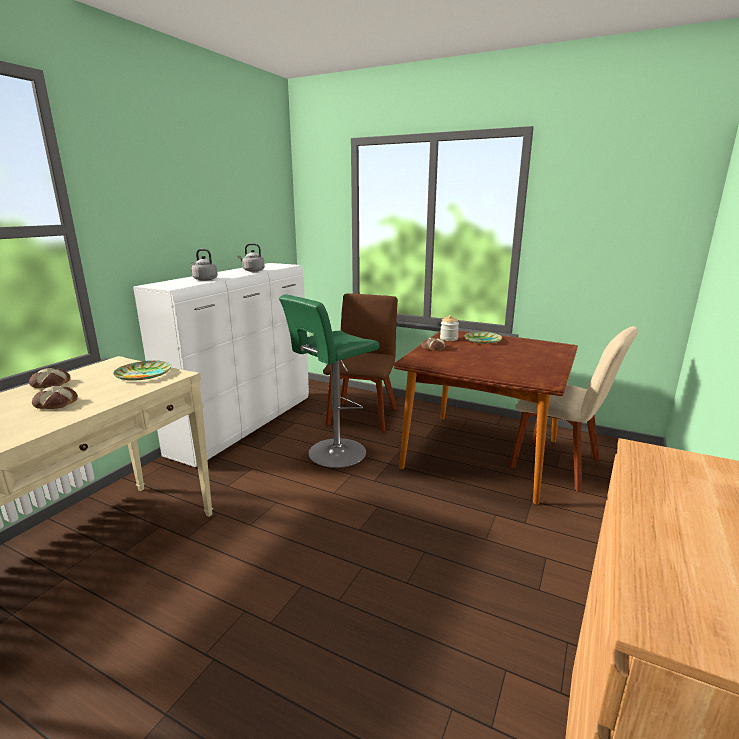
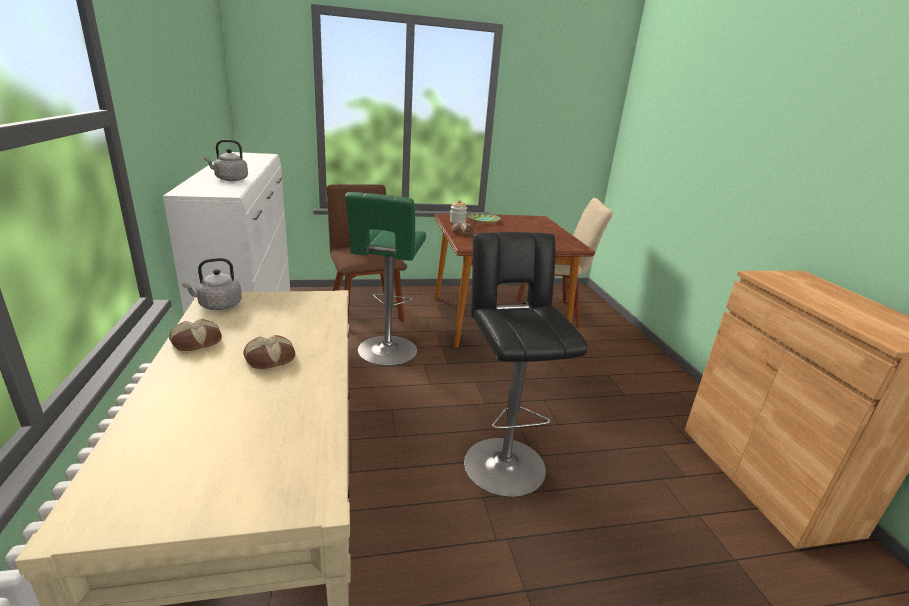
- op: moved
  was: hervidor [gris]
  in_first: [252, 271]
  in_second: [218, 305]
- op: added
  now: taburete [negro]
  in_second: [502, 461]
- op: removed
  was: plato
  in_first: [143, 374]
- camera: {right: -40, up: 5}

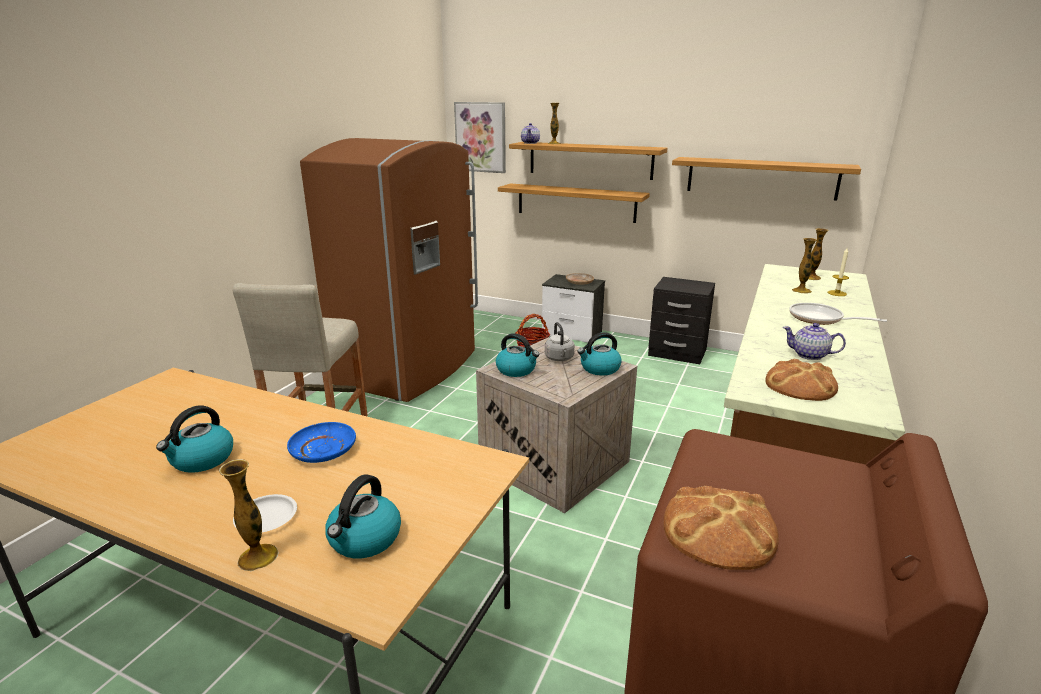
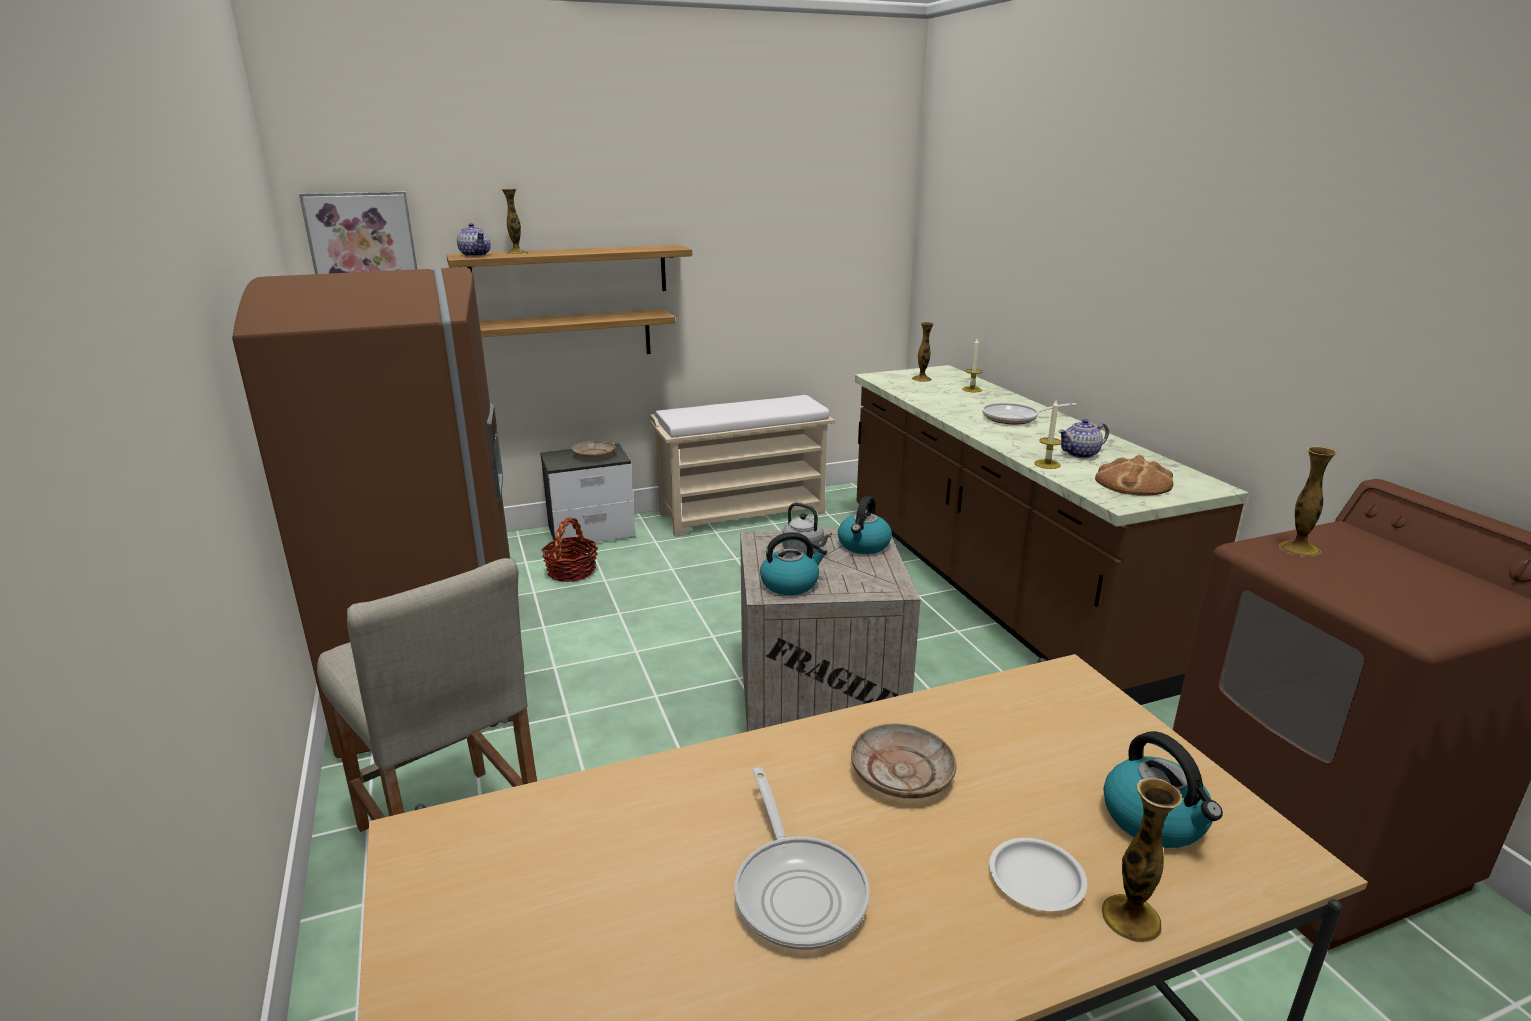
- op: replaced
  was: mesita de noche [negro]
  now: banco [beis]
  in_first: [677, 352]
  in_second: [743, 513]
- op: replaced
  was: hervidor
  now: sartén
  in_first: [202, 460]
  in_second: [798, 890]
- op: recoloured
  was: plato [azul]
  now: plato [beis]
  in_first: [323, 450]
  in_second: [902, 772]
- op: added
  now: vela
  in_second: [1047, 464]
- op: moved
  was: florero
  in_first: [801, 291]
  in_second: [1299, 549]
- op: removed
  was: pan
  in_first: [719, 531]
- op: removed
  was: estante
  in_first: [761, 178]
- camera: {right: -45, up: 0}

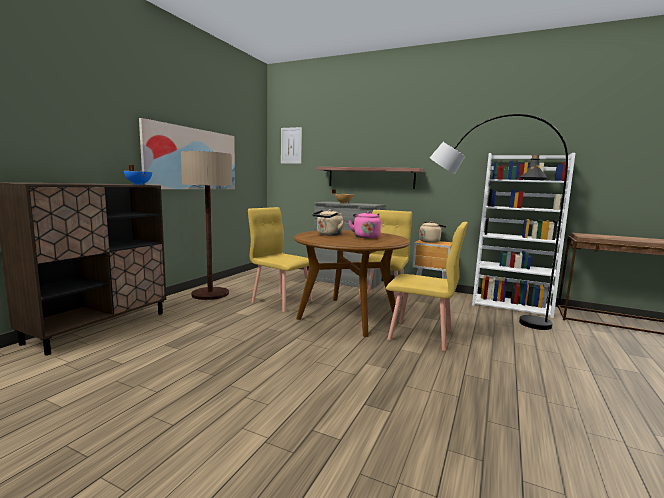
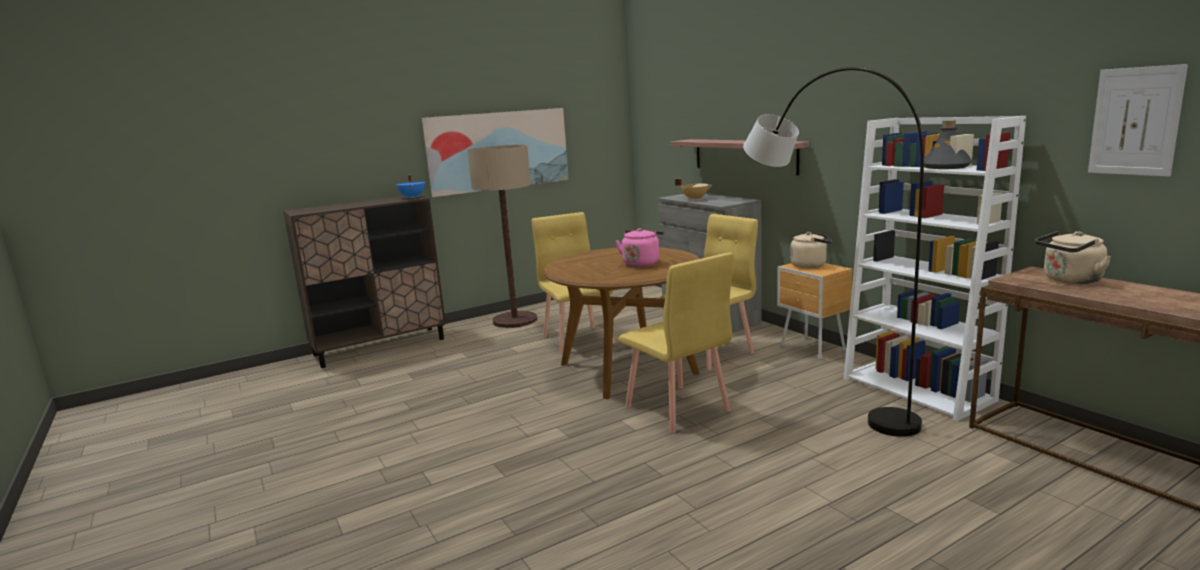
- op: moved
  was: hervidor [beis]
  in_first: [328, 234]
  in_second: [1069, 280]
- op: moved
  was: cuadro
  in_first: [291, 145]
  in_second: [1135, 121]
- camera: {right: 35, up: 5}

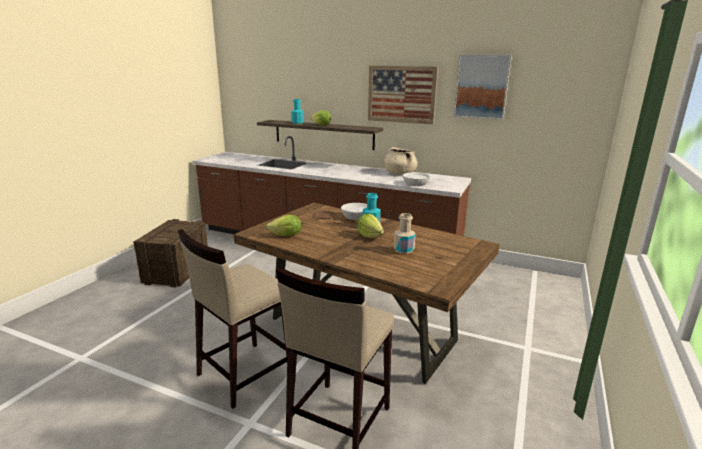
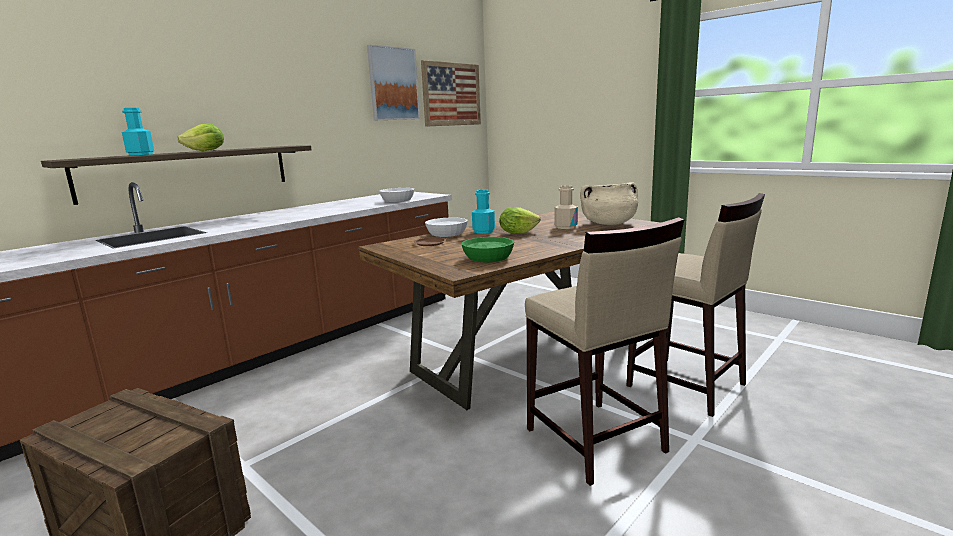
- op: moved
  was: cuadro
  in_first: [401, 94]
  in_second: [451, 94]
- op: replaced
  was: lechuga
  now: cuenco [verde]
  in_first: [286, 236]
  in_second: [489, 258]
- op: moved
  was: olla [beis]
  in_first: [399, 174]
  in_second: [608, 224]
- camera: {right: -70, up: -5}

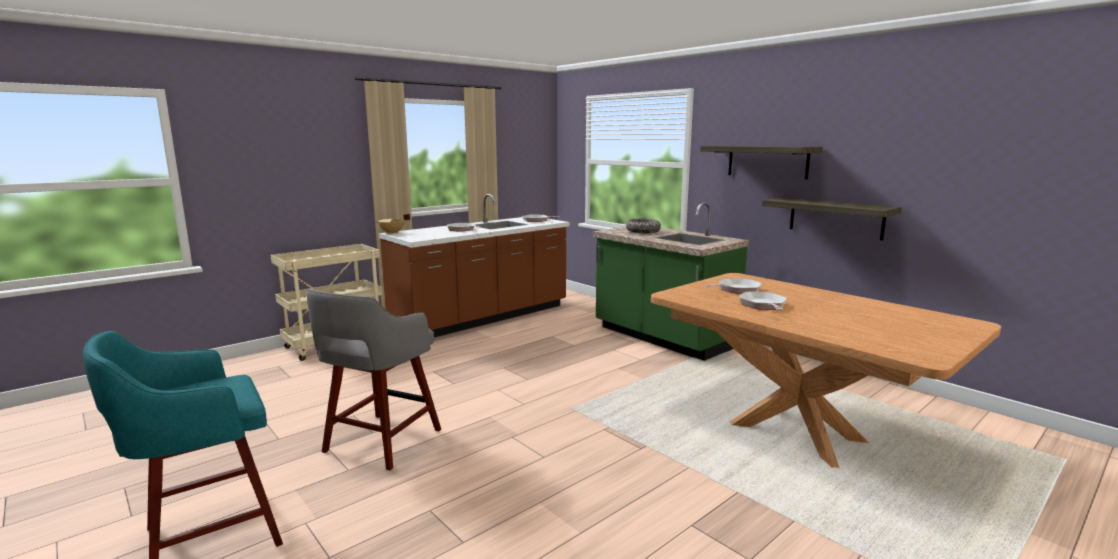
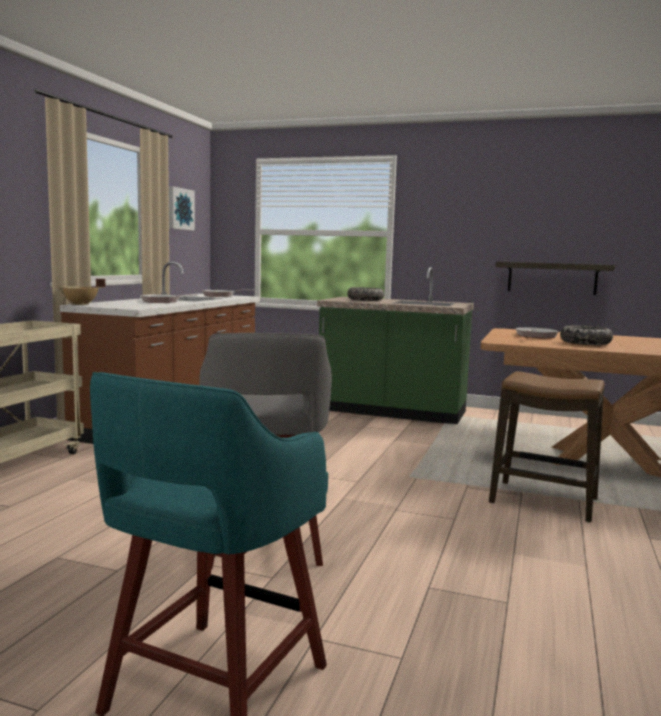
- op: added
  now: cuadro
  in_second: [179, 209]
- op: added
  now: taburete
  in_second: [543, 501]
- op: replaced
  was: sartén
  now: cuenco
  in_first: [763, 305]
  in_second: [585, 343]
- op: removed
  was: estante
  in_first: [767, 161]
- camera: {right: -30, up: -5}

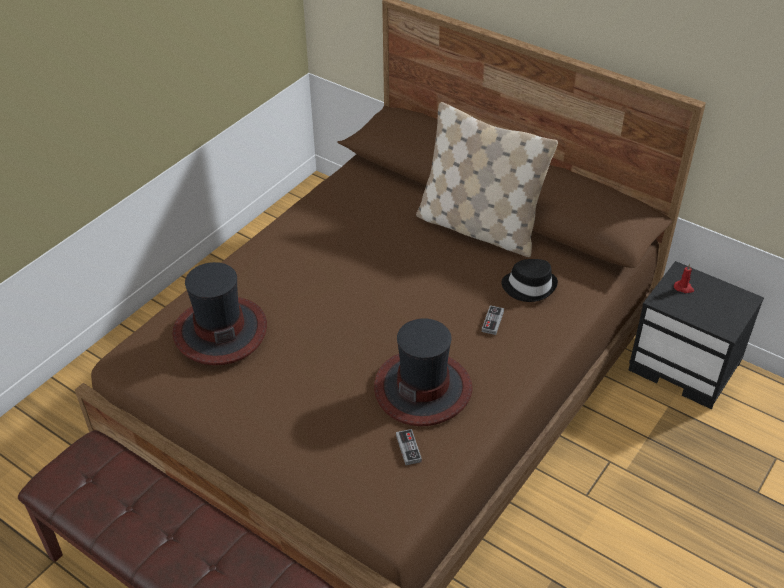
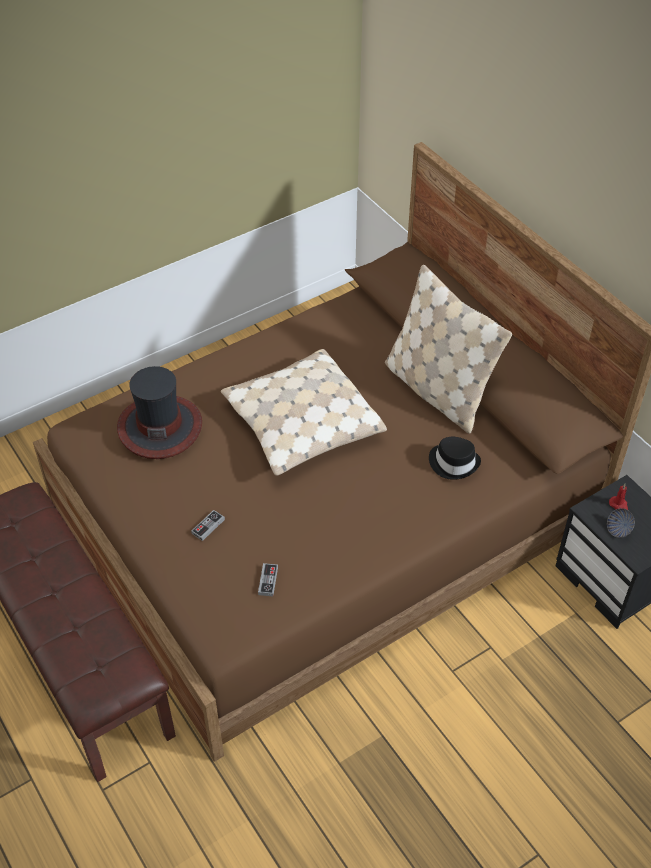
- op: moved
  was: mando de consola
  in_first: [492, 321]
  in_second: [208, 526]
- op: added
  now: cojín [beis]
  in_second: [302, 424]
- op: added
  now: cuenco
  in_second: [618, 529]
- op: removed
  was: sombrero
  in_first: [423, 388]
- camera: {right: 20, up: 5}

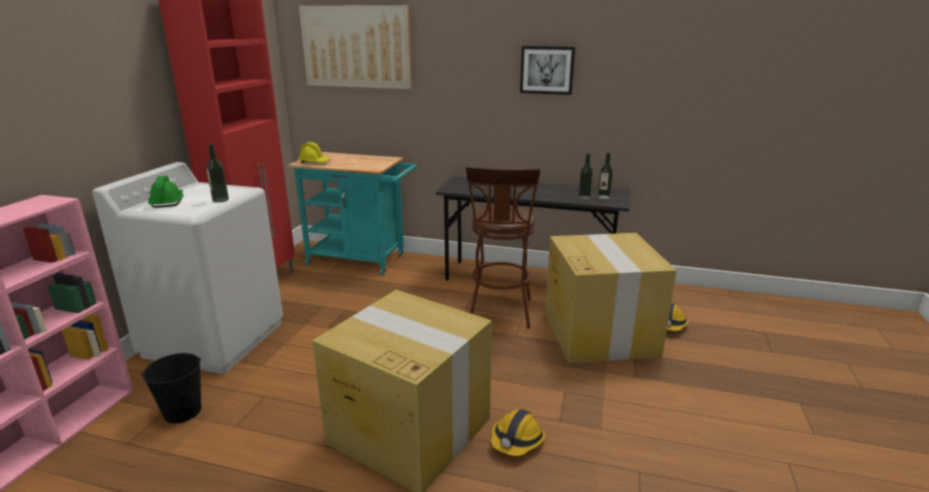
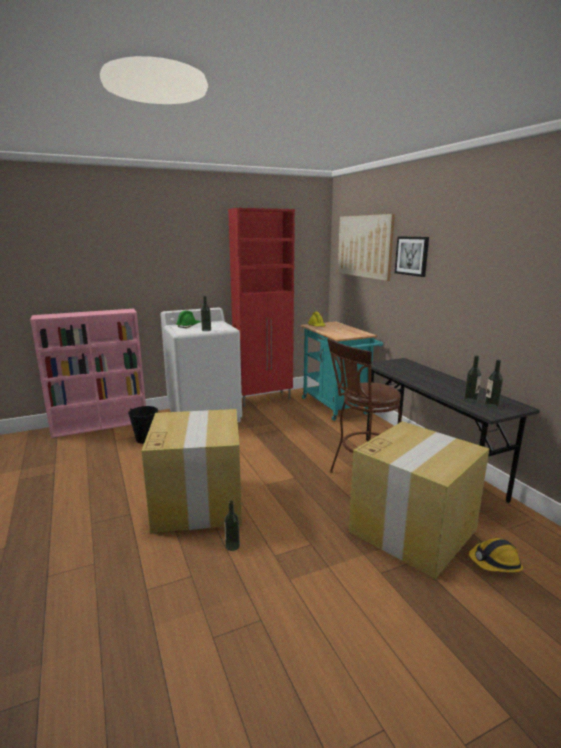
- op: replaced
  was: casco
  now: botella
  in_first: [517, 440]
  in_second: [232, 546]
- op: moved
  was: cuadro
  in_first: [547, 70]
  in_second: [412, 256]
- camera: {right: 50, up: -5}

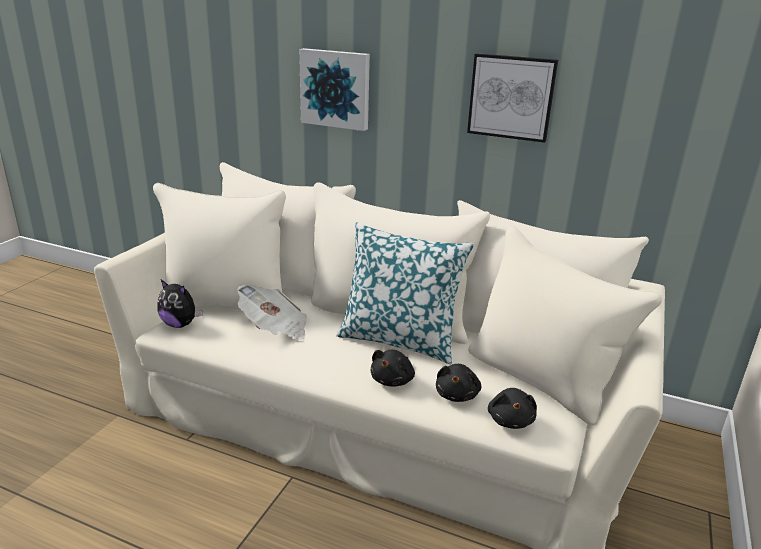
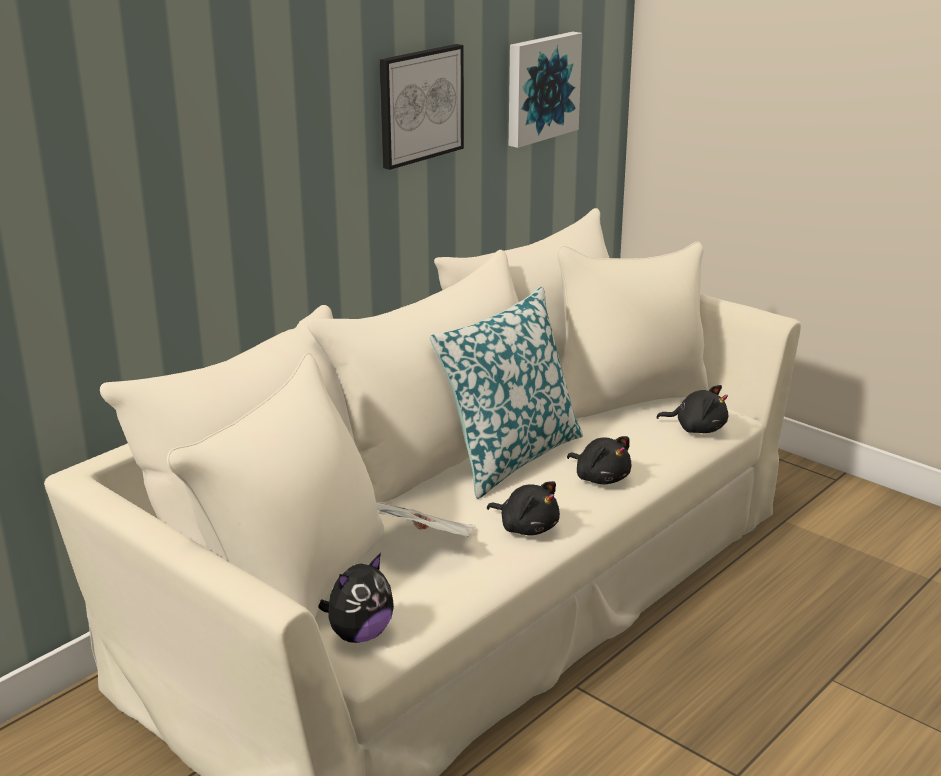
- op: moved
  was: peluche [negro]
  in_first: [457, 394]
  in_second: [526, 527]
- op: moved
  was: cuadro
  in_first: [336, 89]
  in_second: [540, 88]
- camera: {right: -70, up: 0}

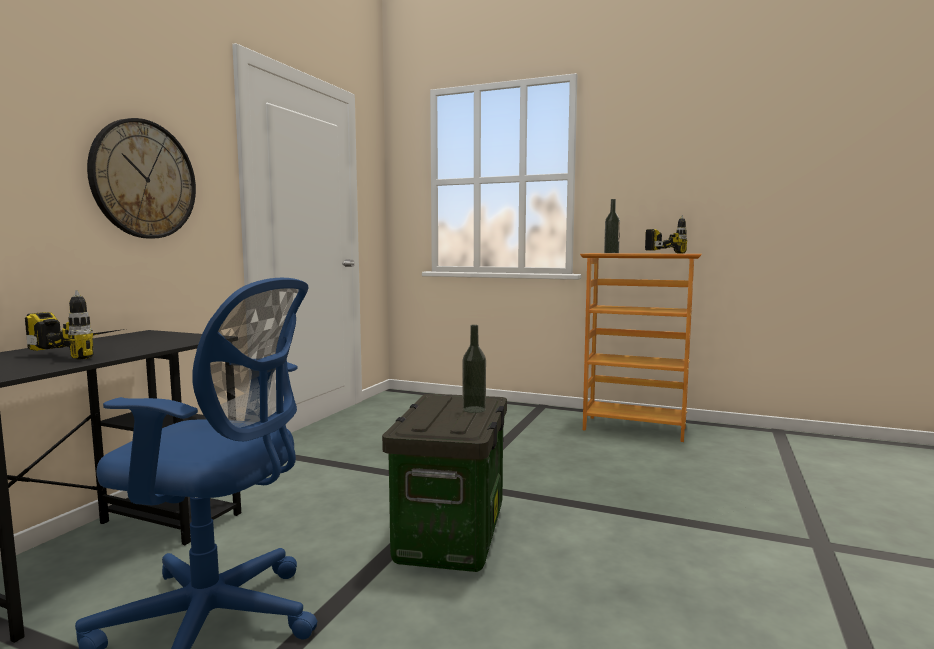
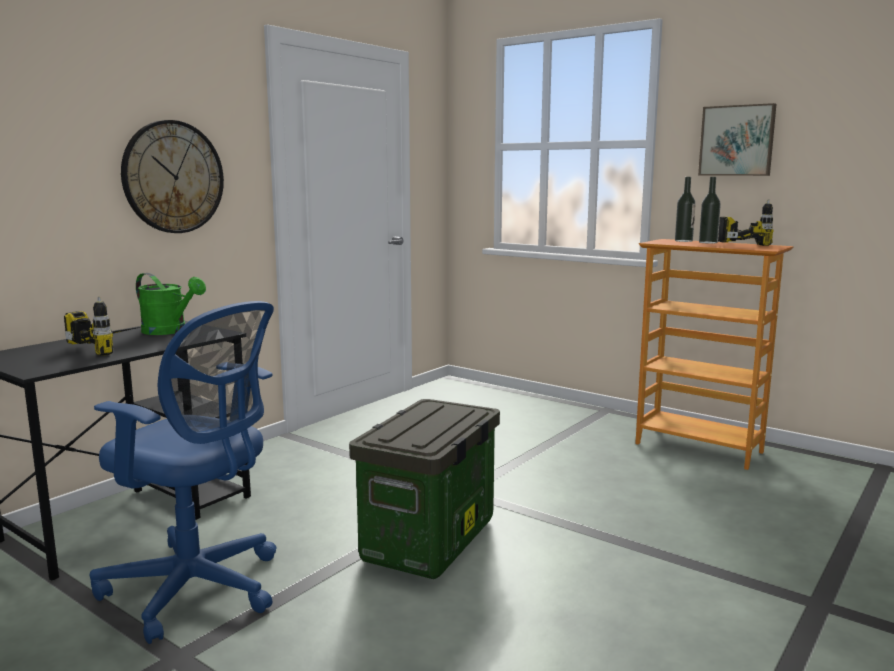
- op: added
  now: regadera [verde]
  in_second: [170, 331]
- op: added
  now: cuadro
  in_second: [737, 140]
- op: moved
  was: botella
  in_first: [474, 409]
  in_second: [708, 242]
- camera: {right: 15, up: 5}

